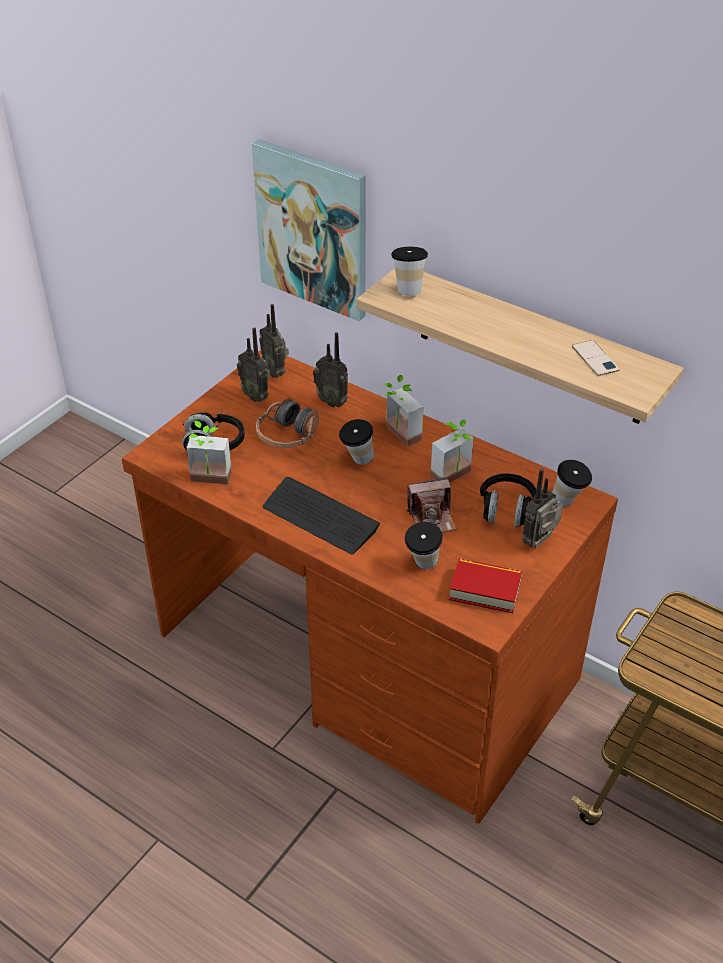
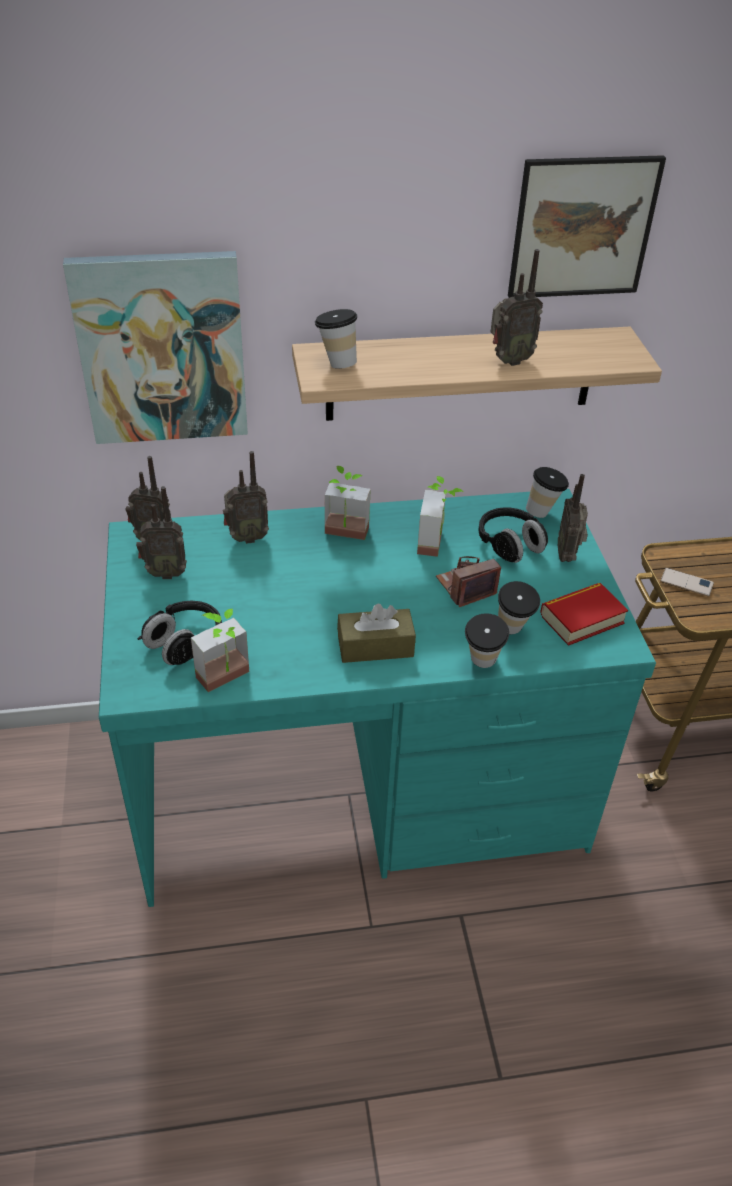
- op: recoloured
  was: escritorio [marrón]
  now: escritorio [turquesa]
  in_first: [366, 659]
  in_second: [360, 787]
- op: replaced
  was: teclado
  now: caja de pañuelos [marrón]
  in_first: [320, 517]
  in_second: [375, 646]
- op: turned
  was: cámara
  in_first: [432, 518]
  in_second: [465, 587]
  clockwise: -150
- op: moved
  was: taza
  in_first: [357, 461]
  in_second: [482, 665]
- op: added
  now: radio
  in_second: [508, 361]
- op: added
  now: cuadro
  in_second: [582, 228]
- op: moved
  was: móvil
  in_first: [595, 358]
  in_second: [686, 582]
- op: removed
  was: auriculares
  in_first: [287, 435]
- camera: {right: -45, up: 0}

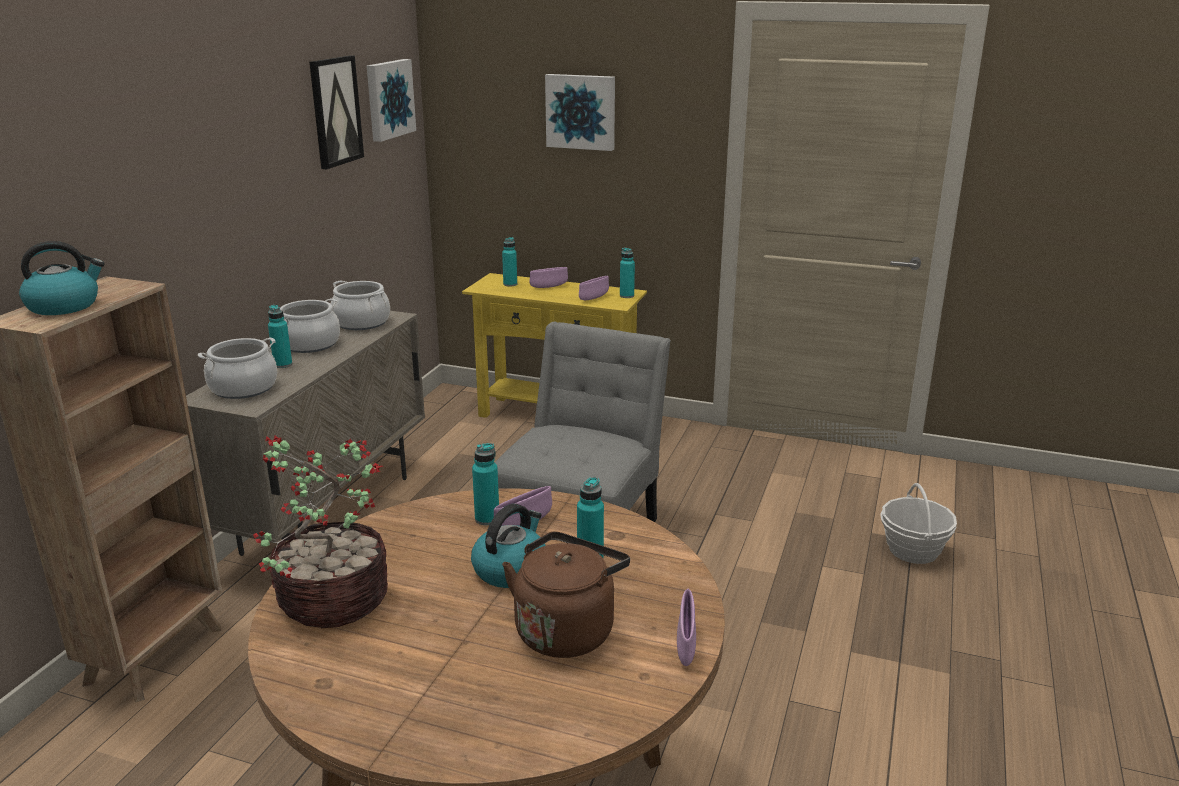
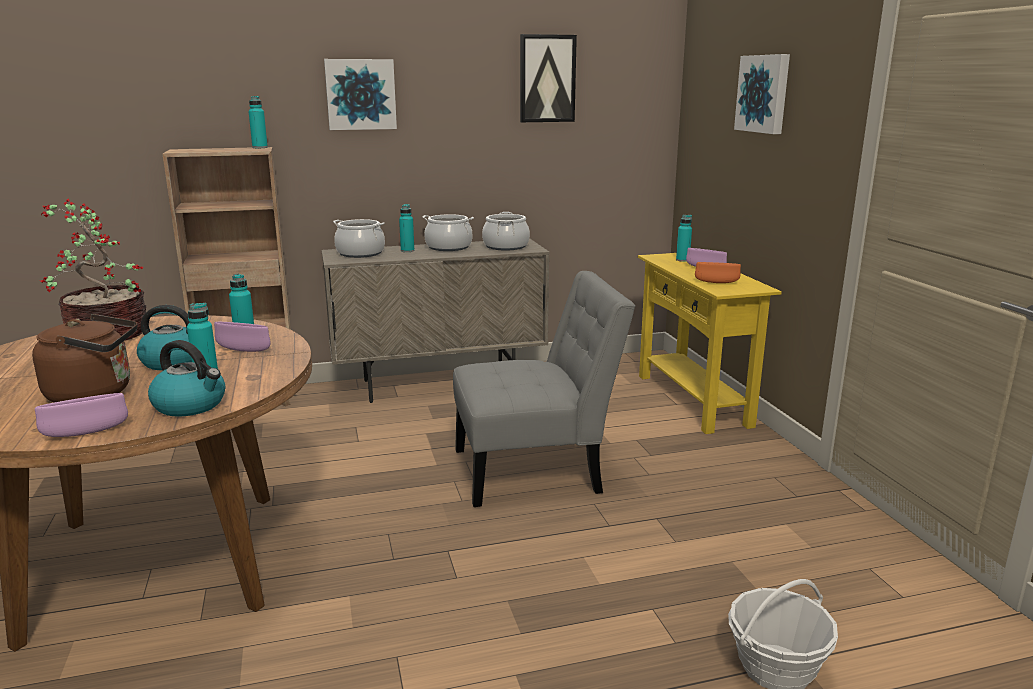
- op: moved
  was: hervidor
  in_first: [64, 306]
  in_second: [191, 405]
- op: moved
  was: botella [turquesa]
  in_first: [626, 296]
  in_second: [260, 147]
- op: moved
  was: cuadro
  in_first: [388, 99]
  in_second: [360, 94]
- op: recoloured
  was: cuenco [morado]
  now: cuenco [naranja]
  in_first: [594, 298]
  in_second: [716, 282]
- camera: {right: 55, up: -5}

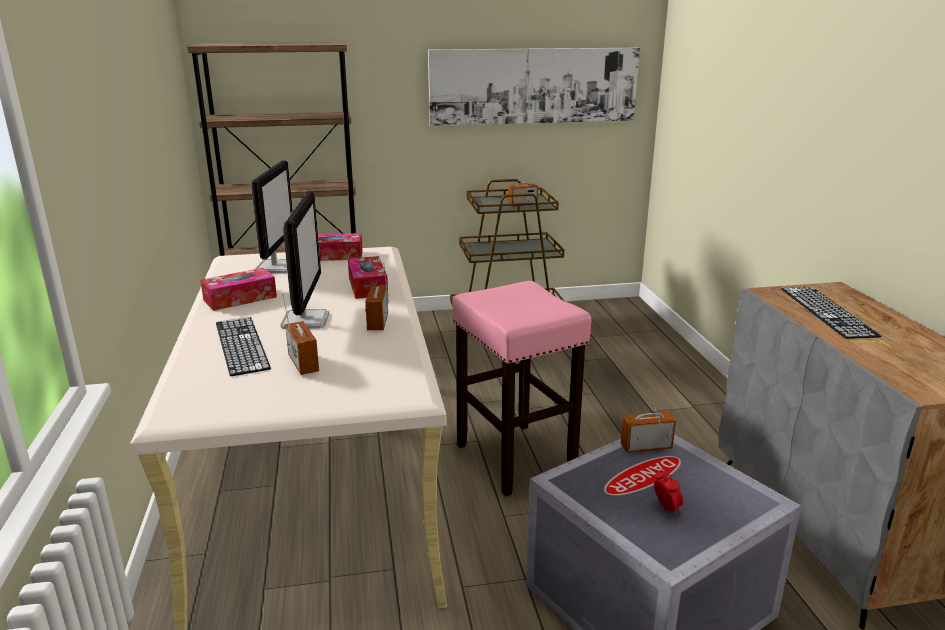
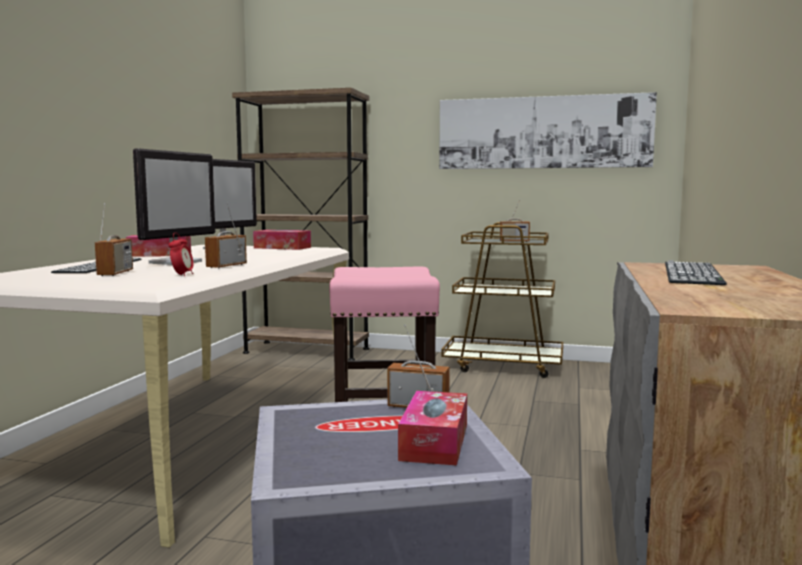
- op: moved
  was: despertador
  in_first: [666, 510]
  in_second: [182, 275]
- op: moved
  was: caja de pañuelos
  in_first: [367, 286]
  in_second: [434, 442]
- camera: {right: 25, up: -15}

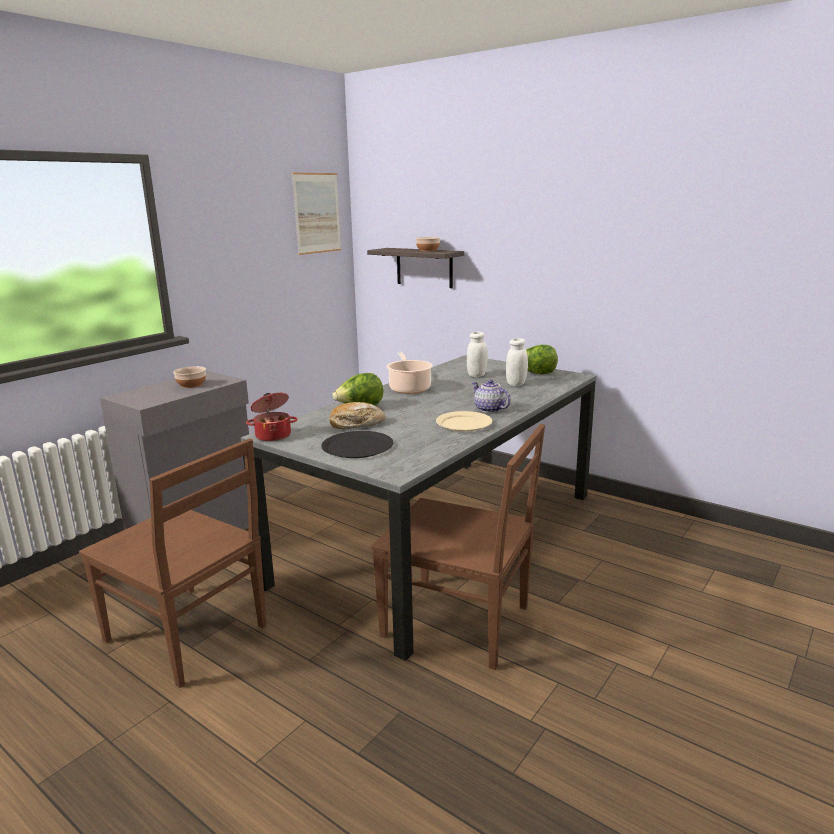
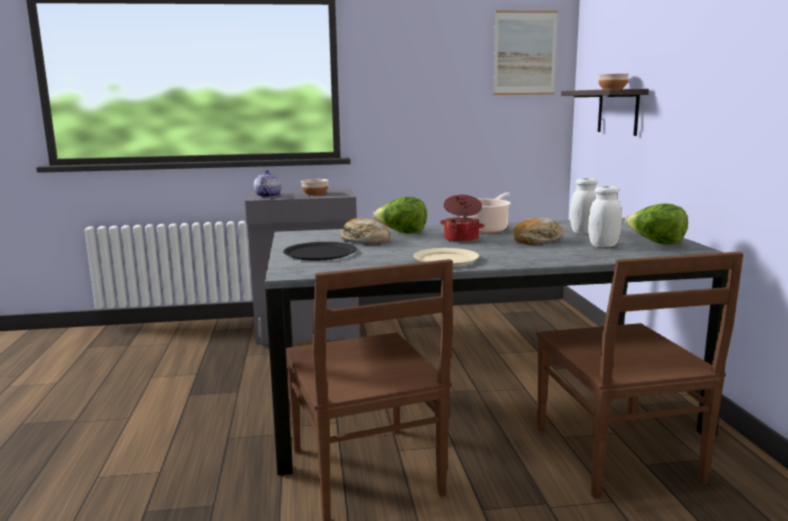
- op: moved
  was: tetera
  in_first: [490, 409]
  in_second: [267, 196]
- op: moved
  was: olla
  in_first: [273, 435]
  in_second: [462, 239]
- op: added
  now: pan
  in_second: [538, 240]
- op: moved
  was: silla [marrón]
  in_first: [188, 635]
  in_second: [617, 457]
- camera: {right: 45, up: -5}

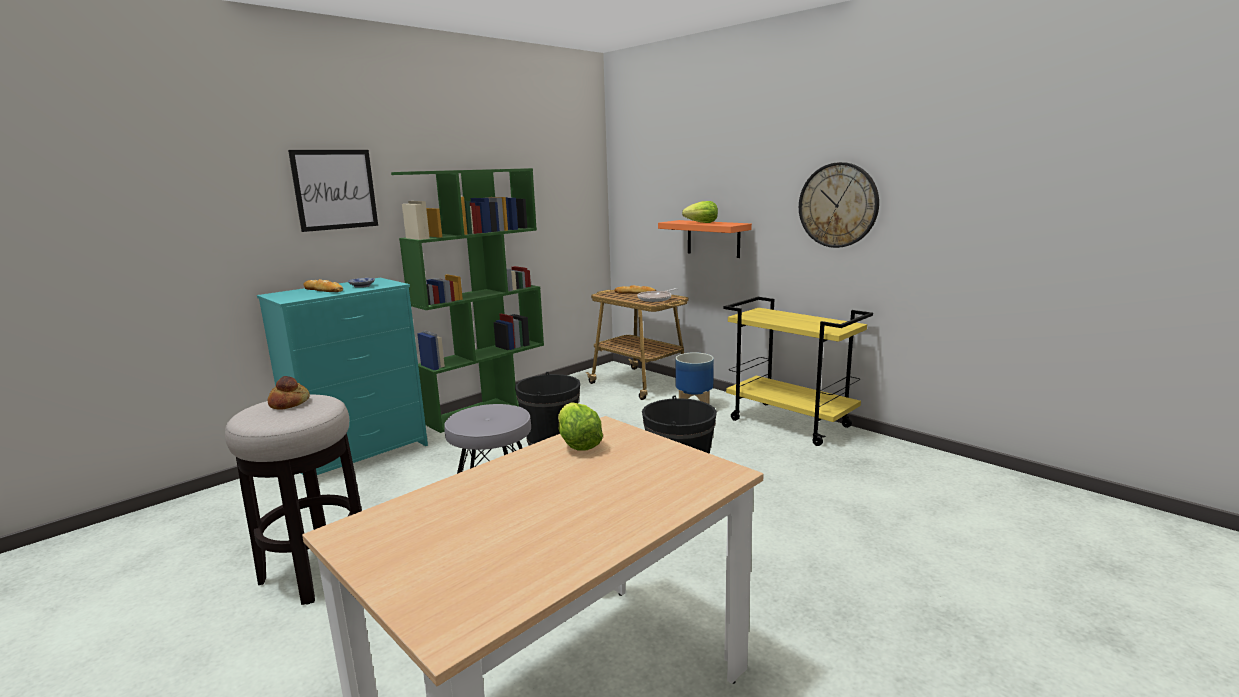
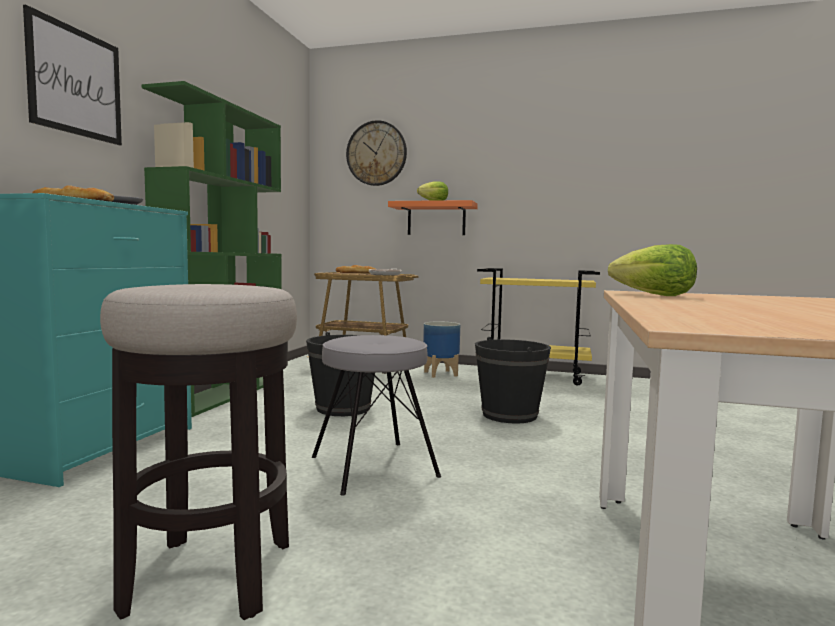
- op: moved
  was: reloj de pared
  in_first: [838, 205]
  in_second: [376, 153]
- op: removed
  was: pan
  in_first: [289, 403]
- camera: {right: -30, up: -10}

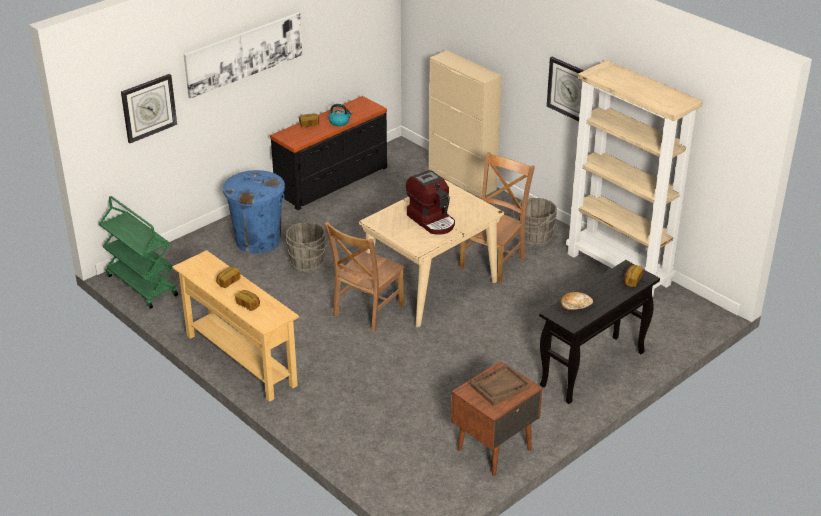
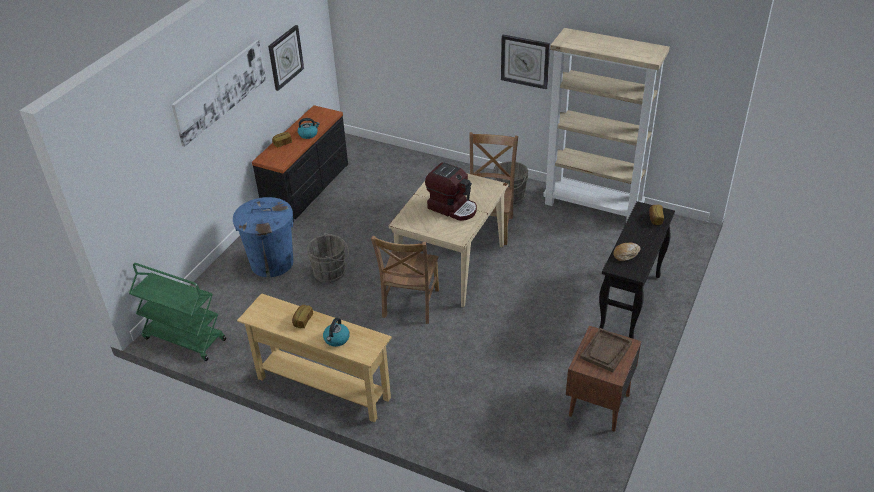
- op: moved
  was: reloj de pared
  in_first: [148, 108]
  in_second: [285, 57]
- op: replaced
  was: pan
  now: hervidor
  in_first: [248, 305]
  in_second: [336, 339]
- op: removed
  was: armario [beis]
  in_first: [462, 179]
- camera: {right: -20, up: 5}

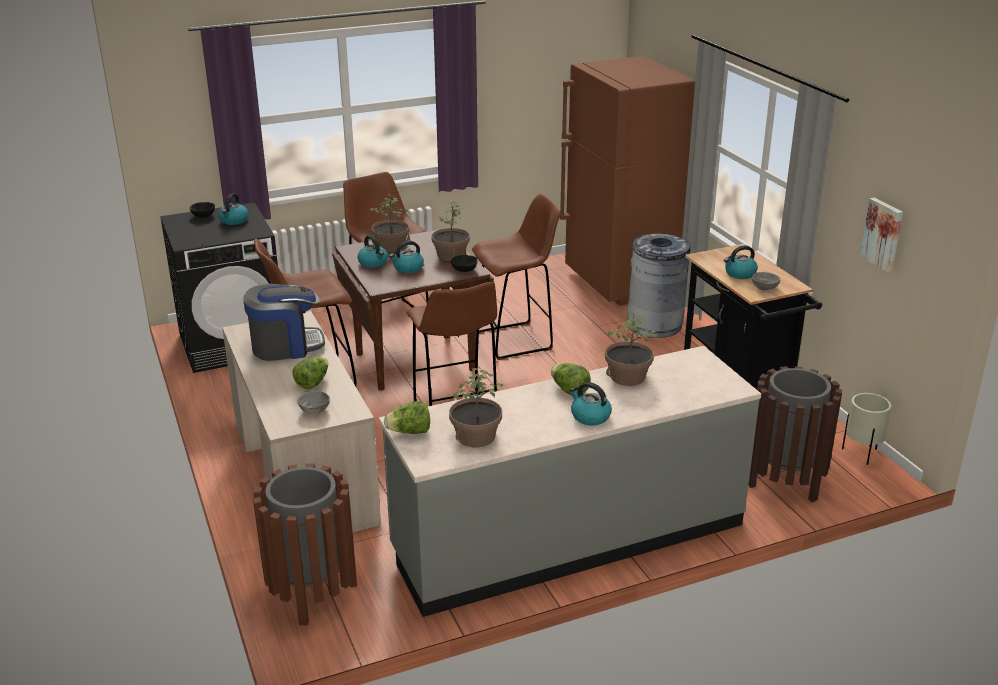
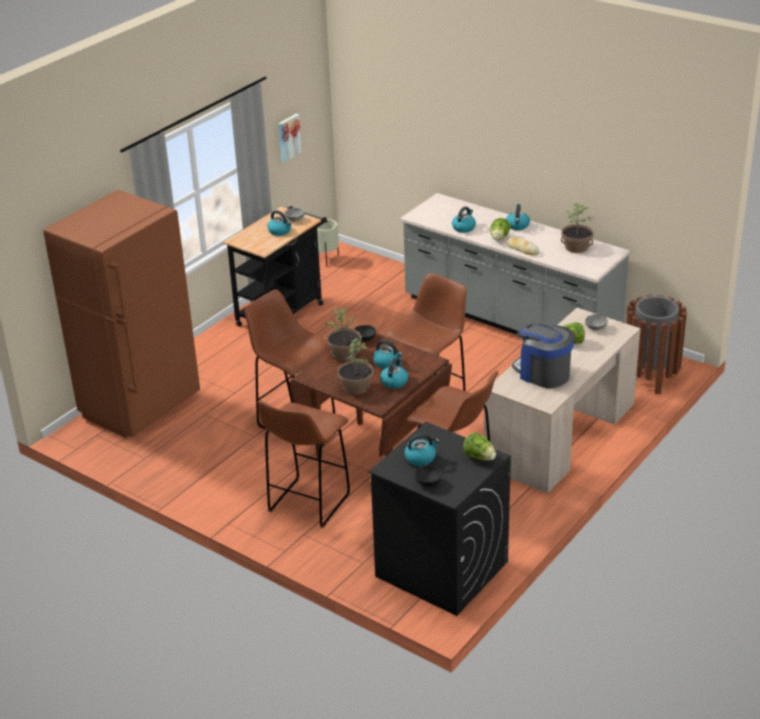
- op: replaced
  was: planta en maceta
  now: hervidor
  in_first: [627, 376]
  in_second: [464, 227]
- op: moved
  was: lechuga
  in_first: [409, 432]
  in_second: [479, 457]
- op: added
  now: pan
  in_second: [522, 249]
- op: removed
  was: papelera [gris]
  in_first: [655, 325]
- op: removed
  was: papelera [marrón]
  in_first: [785, 481]
- camera: {right: -120, up: 5}

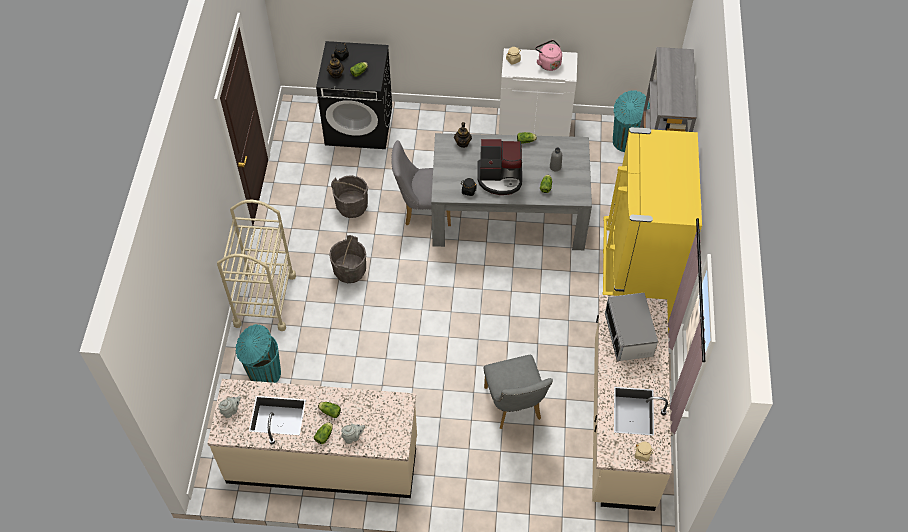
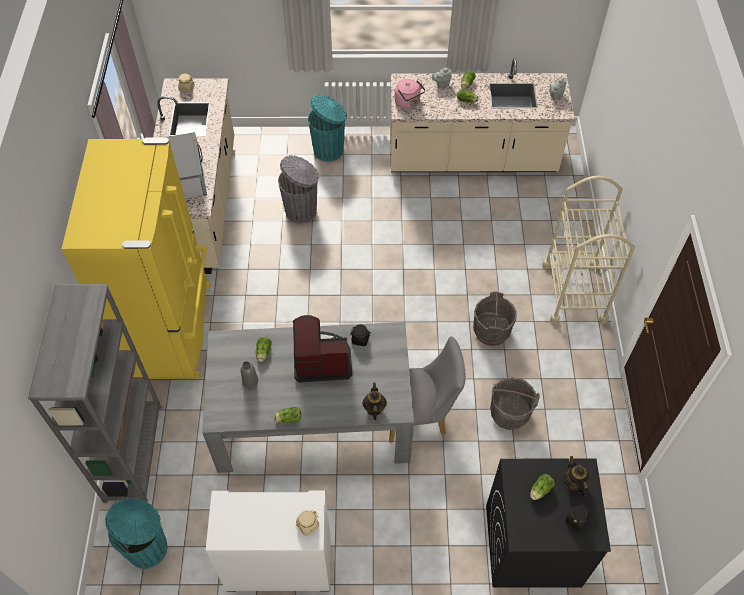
- op: replaced
  was: silla [gris]
  now: papelera [gris]
  in_first: [514, 407]
  in_second: [302, 211]
- op: moved
  was: papelera [turquesa]
  in_first: [263, 373]
  in_second: [329, 150]
- op: moved
  was: hervidor [rosa]
  in_first: [548, 63]
  in_second: [408, 103]
- camera: {right: 175, up: 0}

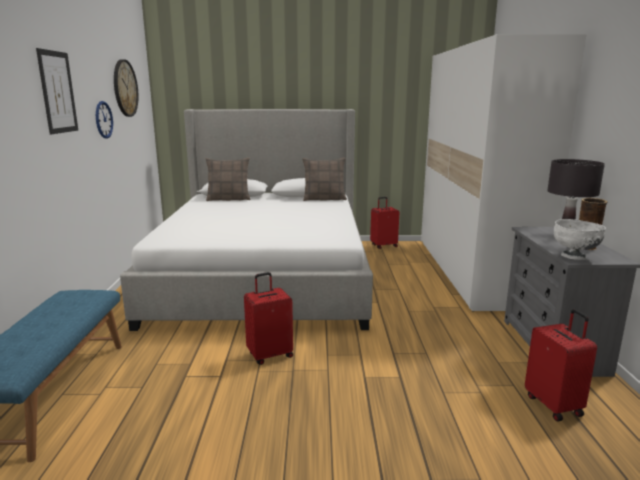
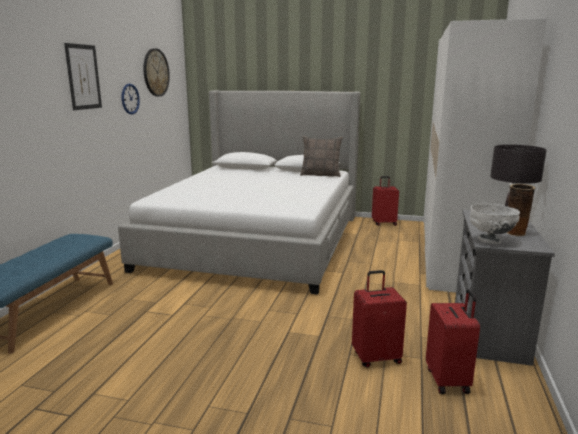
- op: moved
  was: maleta [rojo]
  in_first: [270, 355]
  in_second: [376, 357]
- op: removed
  was: cojín
  in_first: [229, 199]
- camera: {right: 15, up: 0}

